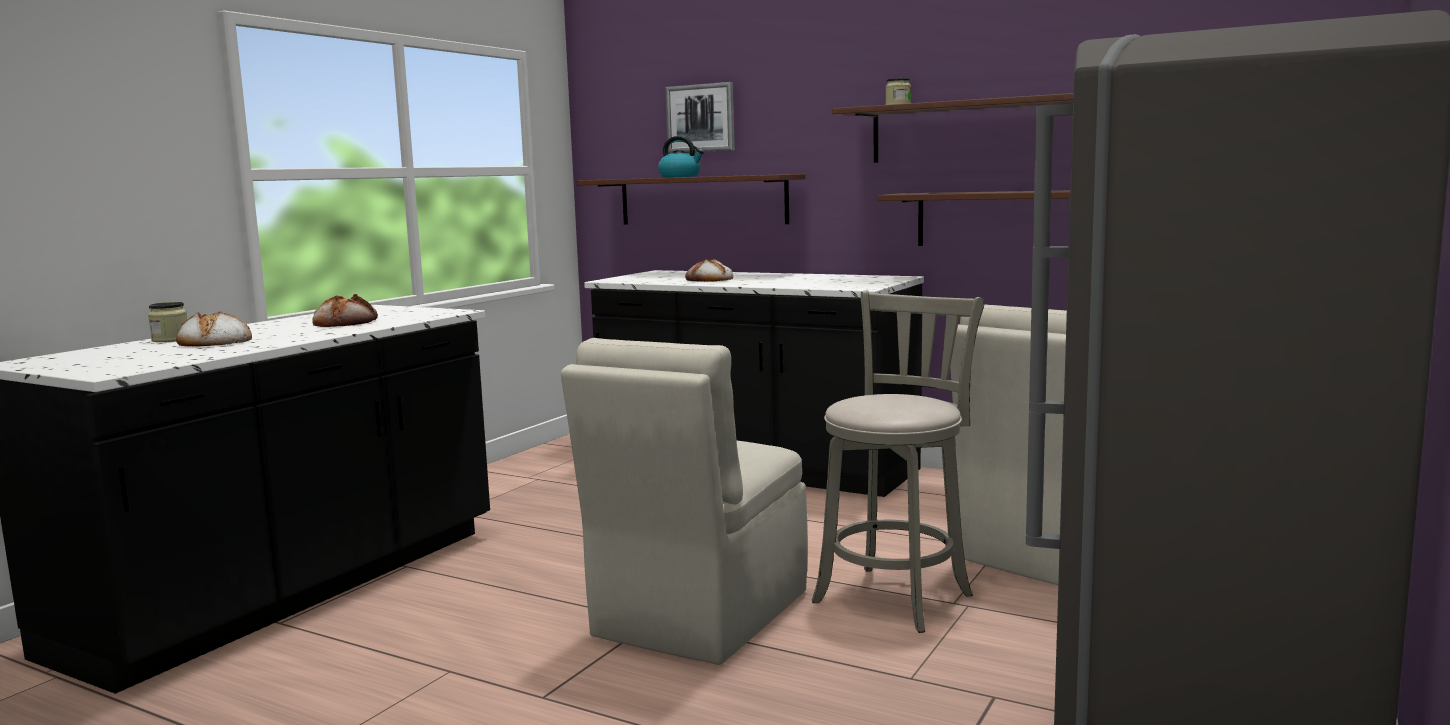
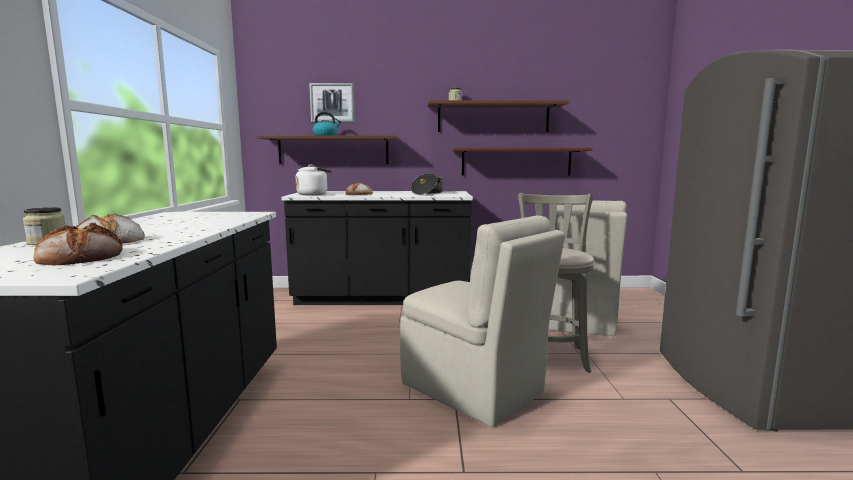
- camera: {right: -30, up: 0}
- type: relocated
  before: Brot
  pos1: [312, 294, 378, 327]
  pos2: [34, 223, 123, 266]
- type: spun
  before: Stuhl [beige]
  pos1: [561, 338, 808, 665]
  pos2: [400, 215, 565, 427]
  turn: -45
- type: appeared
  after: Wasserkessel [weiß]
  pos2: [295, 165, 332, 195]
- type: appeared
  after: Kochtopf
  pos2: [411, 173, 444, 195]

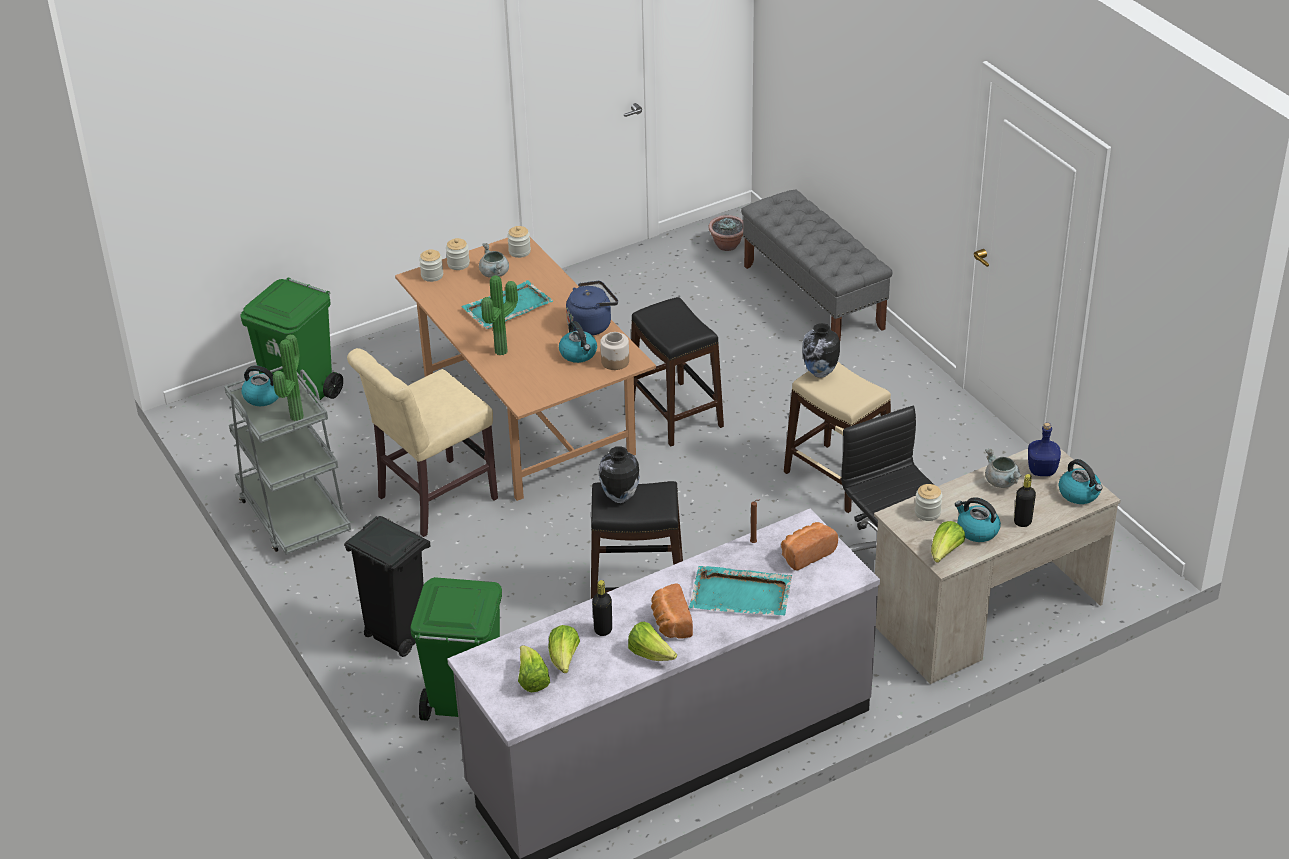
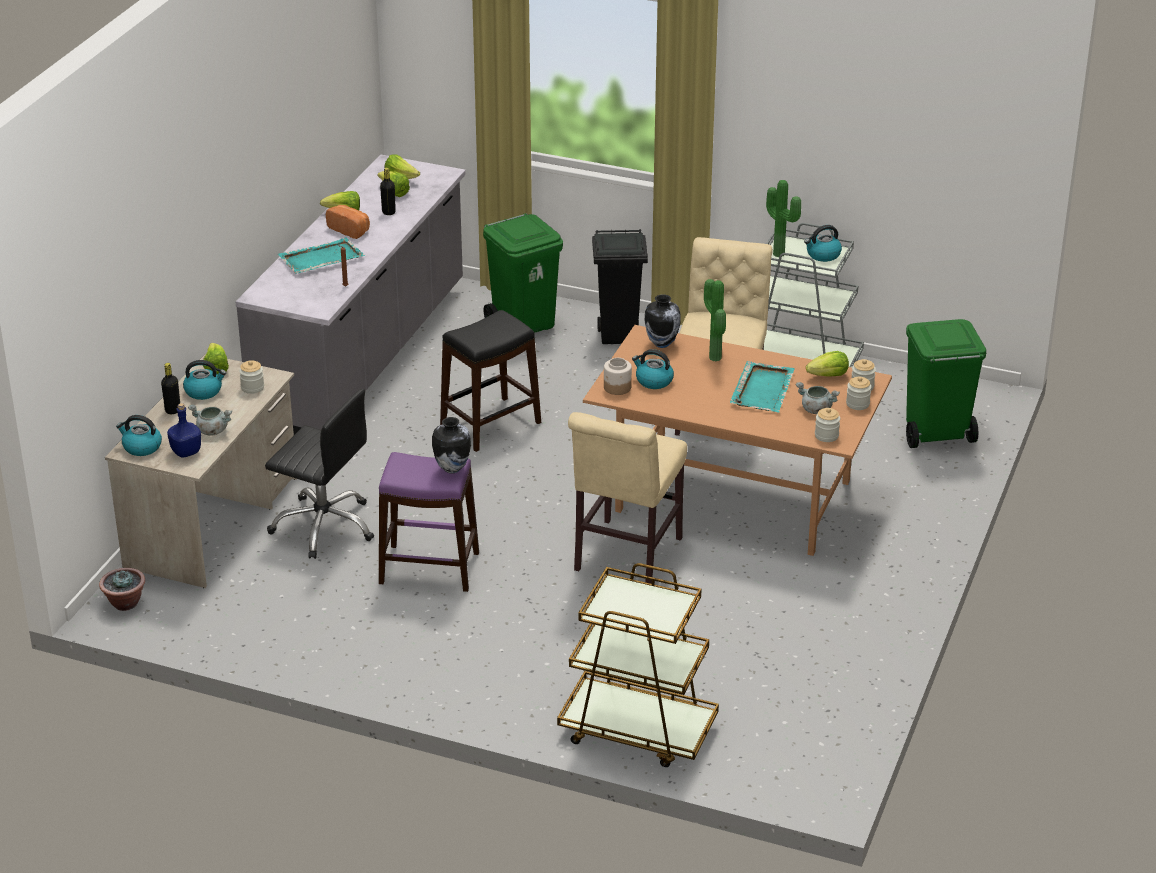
- camera: {right: 140, up: -5}
- type: missing
  before: Wasserkessel [blau]
  pos1: [566, 281, 618, 336]
- type: relocated
  before: Vase
  pos1: [599, 446, 640, 503]
  pos2: [645, 294, 681, 348]
- type: exchanged
  before: Hocker [schwarz]
  after: Stuhl [beige]
  pos1: [631, 297, 724, 447]
  pos2: [568, 412, 687, 584]
- type: relocated
  before: Topfpflanze
  pos1: [709, 215, 743, 251]
  pos2: [99, 568, 145, 611]
- type: exchanged
  before: Bank [grau]
  after: Rollwagen [braun]
  pos1: [741, 189, 893, 340]
  pos2: [557, 563, 719, 767]
- type: missing
  before: Brot
  pos1: [781, 522, 838, 571]
- type: colour
  before: Hocker [beige]
  after: Hocker [lila]
  pos1: [784, 362, 891, 513]
  pos2: [379, 452, 479, 592]
- type: appeared
  after: Salatkopf
  pos2: [806, 351, 849, 377]

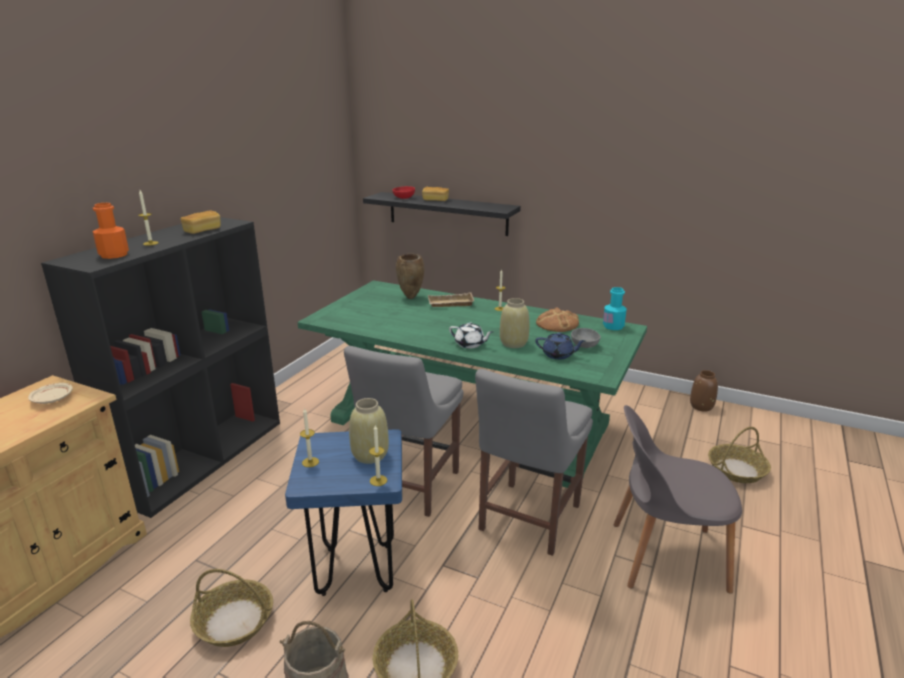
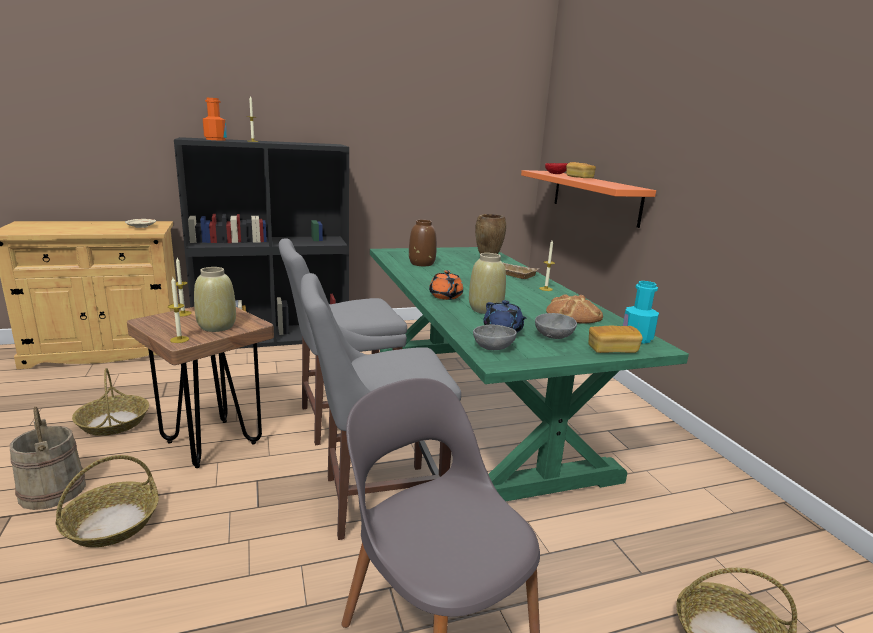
- camera: {right: 45, up: -5}
- type: relocated
  before: Brot
  pos1: [181, 210, 221, 234]
  pos2: [588, 325, 643, 353]
- type: colour
  before: Hocker [blau]
  after: Hocker [braun]
  pos1: [285, 429, 402, 596]
  pos2: [127, 307, 274, 468]
- type: colour
  before: Wandregal [schwarz]
  after: Wandregal [orange]
  pos1: [363, 192, 521, 236]
  pos2: [521, 170, 656, 228]
- type: colour
  before: Teekanne [weiß]
  after: Teekanne [orange]
  pos1: [449, 322, 493, 349]
  pos2: [429, 270, 463, 300]
- type: relocated
  before: Vase [braun]
  pos1: [690, 370, 718, 412]
  pos2: [409, 220, 437, 266]
- type: appeared
  after: Schüssel [grau]
  pos2: [473, 324, 517, 350]

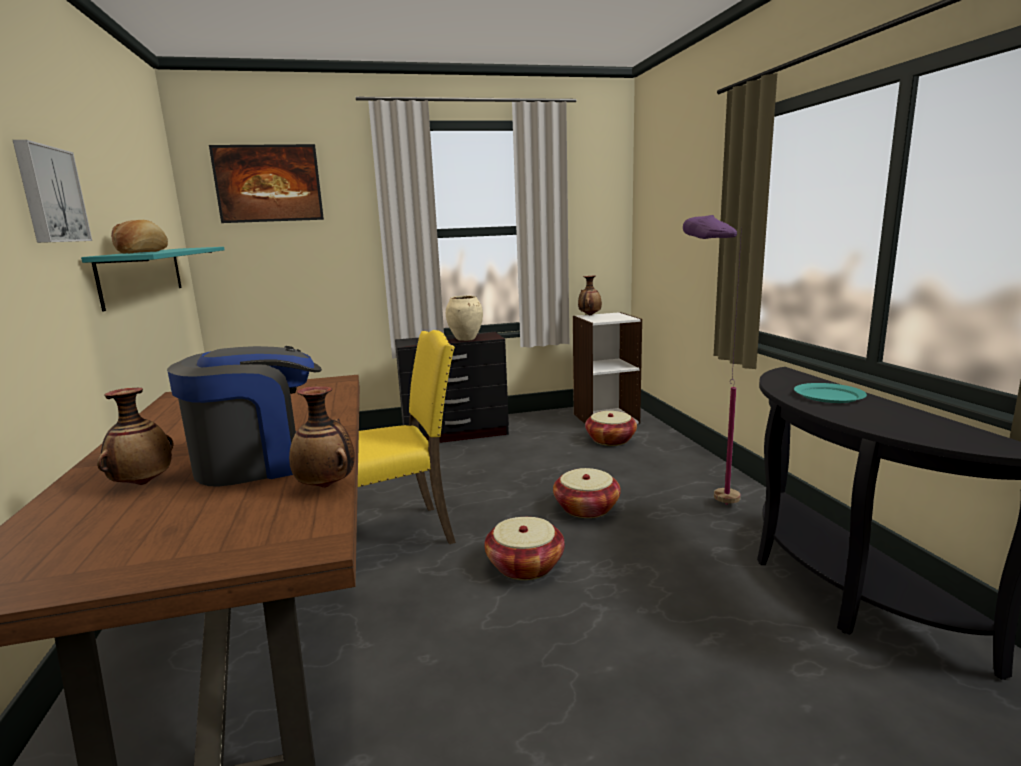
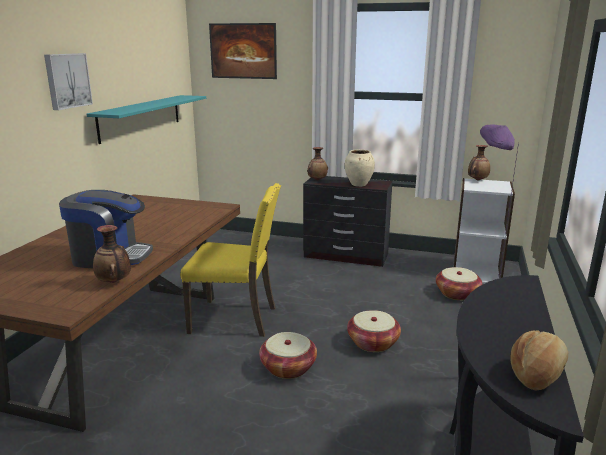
- camera: {right: 30, up: 5}
- type: relocated
  before: Vase
  pos1: [97, 388, 174, 485]
  pos2: [307, 147, 328, 180]
- type: relocated
  before: Brot
  pos1: [111, 220, 168, 254]
  pos2: [511, 330, 568, 391]
- type: missing
  before: Teller [türkis]
  pos1: [794, 383, 867, 403]

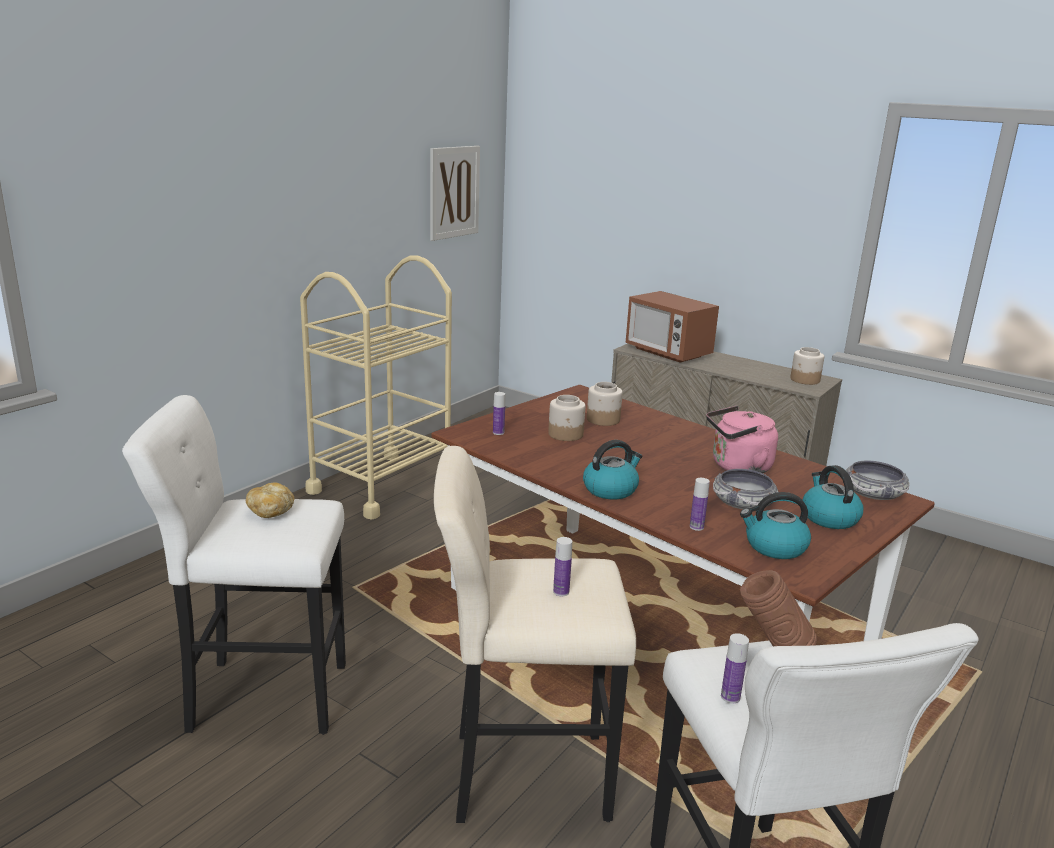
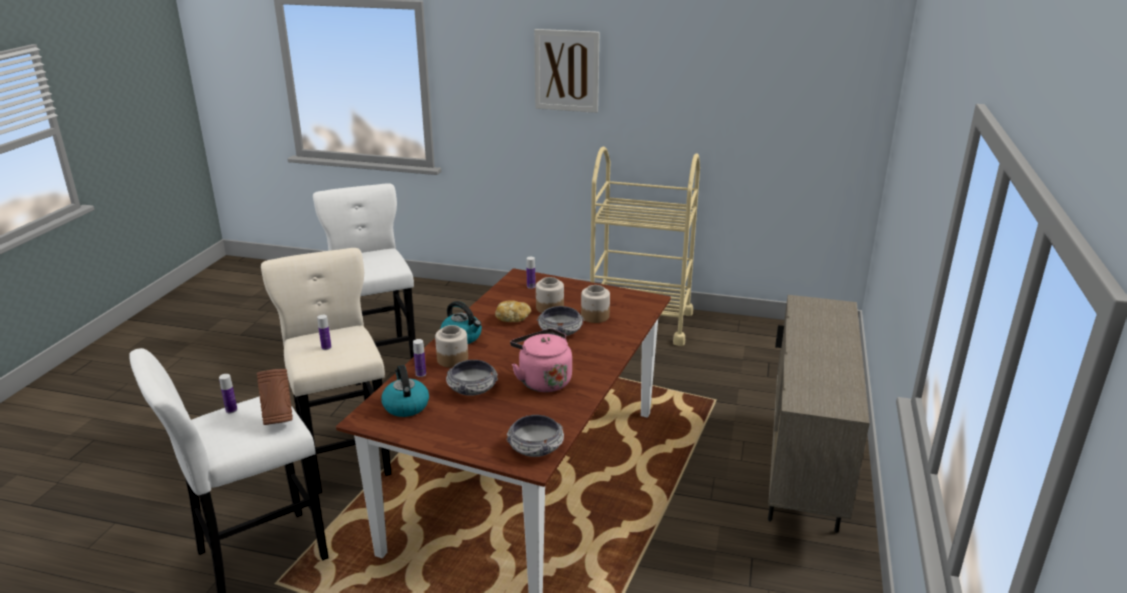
- camera: {right: 70, up: 5}
- type: relocated
  before: Brot
  pos1: [246, 482, 294, 518]
  pos2: [495, 300, 531, 322]
- type: relocated
  before: Bild
  pos1: [430, 146, 480, 241]
  pos2: [534, 29, 599, 113]
- type: missing
  before: Mikrowelle
  pos1: [626, 291, 719, 363]
- type: relocated
  before: Vorratsglas
  pos1: [790, 347, 824, 385]
  pos2: [435, 325, 468, 368]
- type: missing
  before: Wasserkessel
  pos1: [803, 465, 864, 529]
- type: appeared
  after: Schüssel
  pos2: [537, 306, 584, 336]

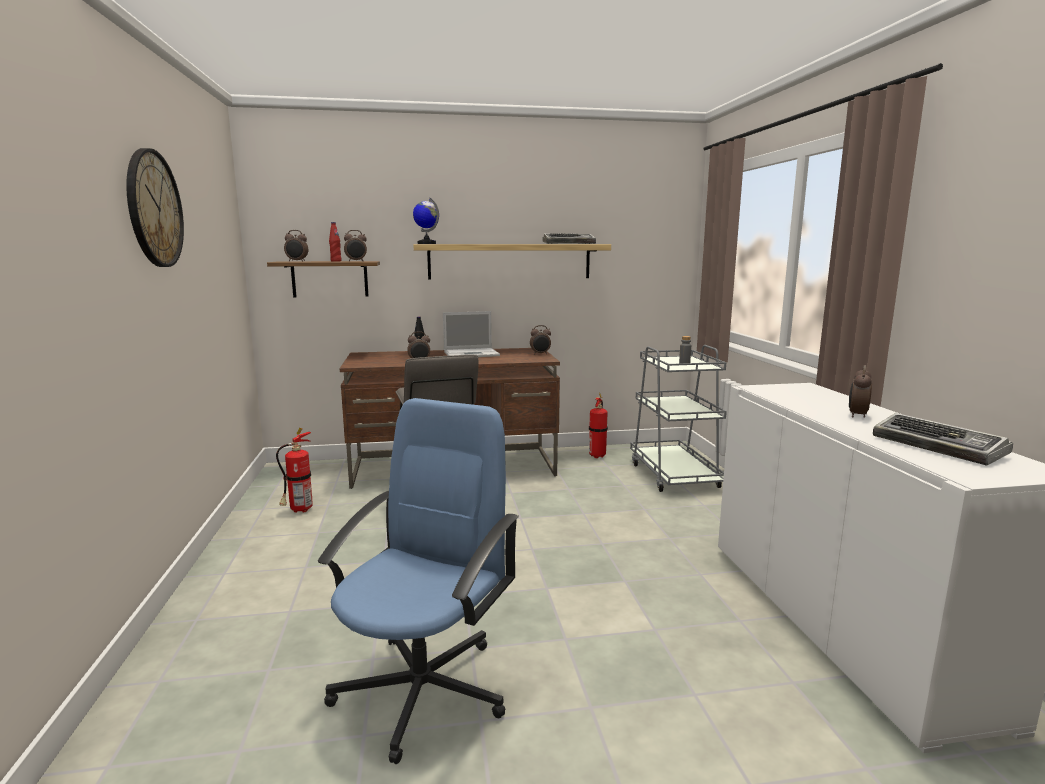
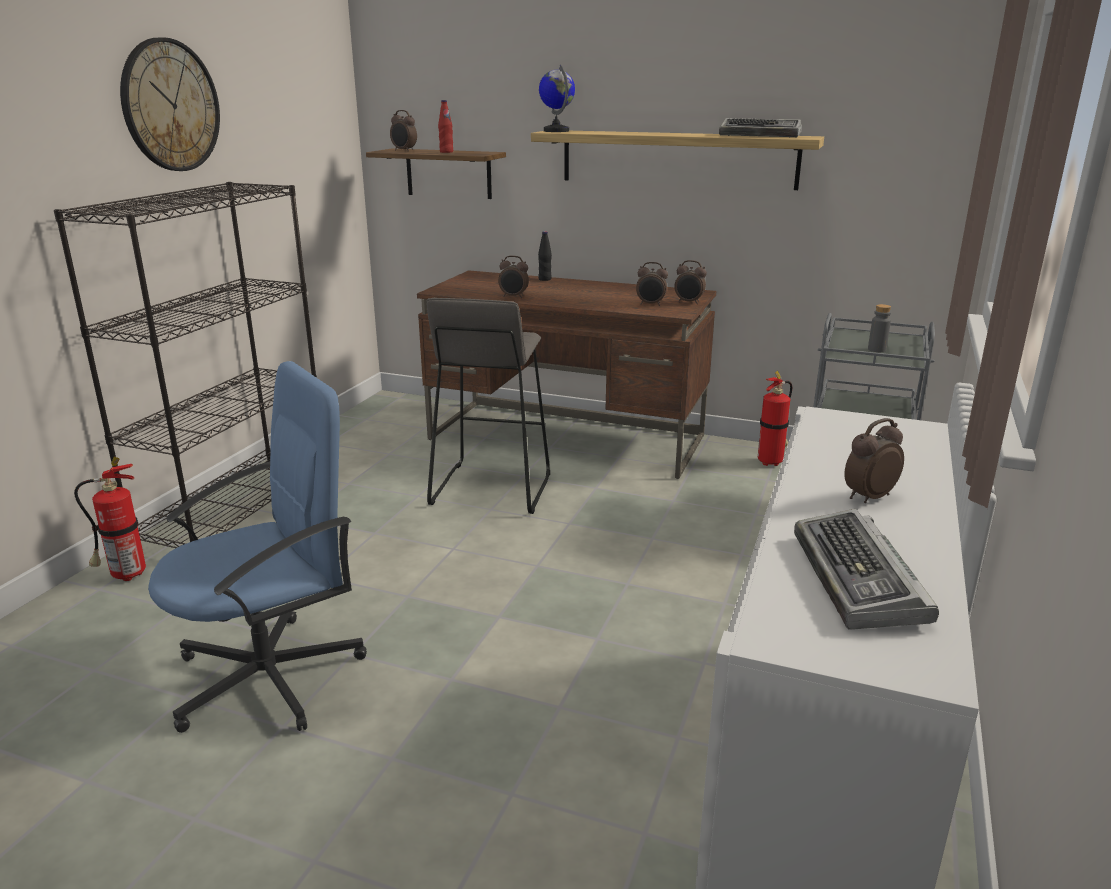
- camera: {right: 30, up: 10}
- type: relocated
  before: Feuerlöscher
  pos1: [276, 428, 313, 513]
  pos2: [74, 457, 146, 581]
- type: relocated
  before: Wecker
  pos1: [344, 230, 367, 261]
  pos2: [636, 262, 668, 306]
- type: missing
  before: Laptop
  pos1: [443, 311, 500, 357]
- type: appeared
  after: Bücherregal [schwarz]
  pos2: [54, 182, 317, 548]

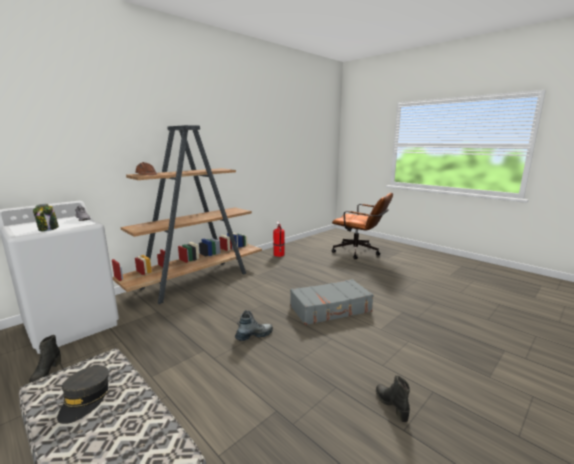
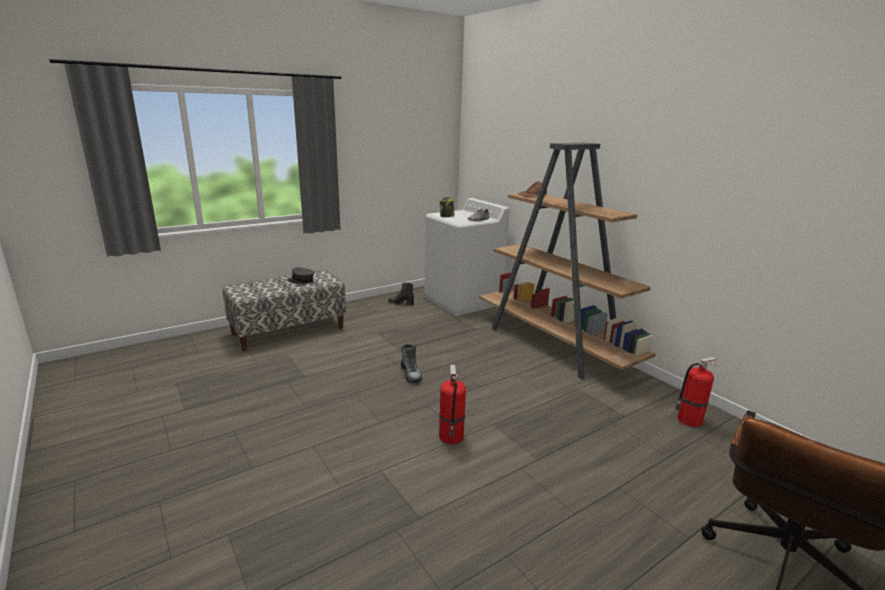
- camera: {right: 100, up: 5}
- type: exchanged
  before: Koffer [grau]
  after: Feuerlöscher
  pos1: [290, 279, 374, 325]
  pos2: [439, 365, 466, 444]
- type: missing
  before: Stiefel [schwarz]
  pos1: [376, 375, 410, 422]

